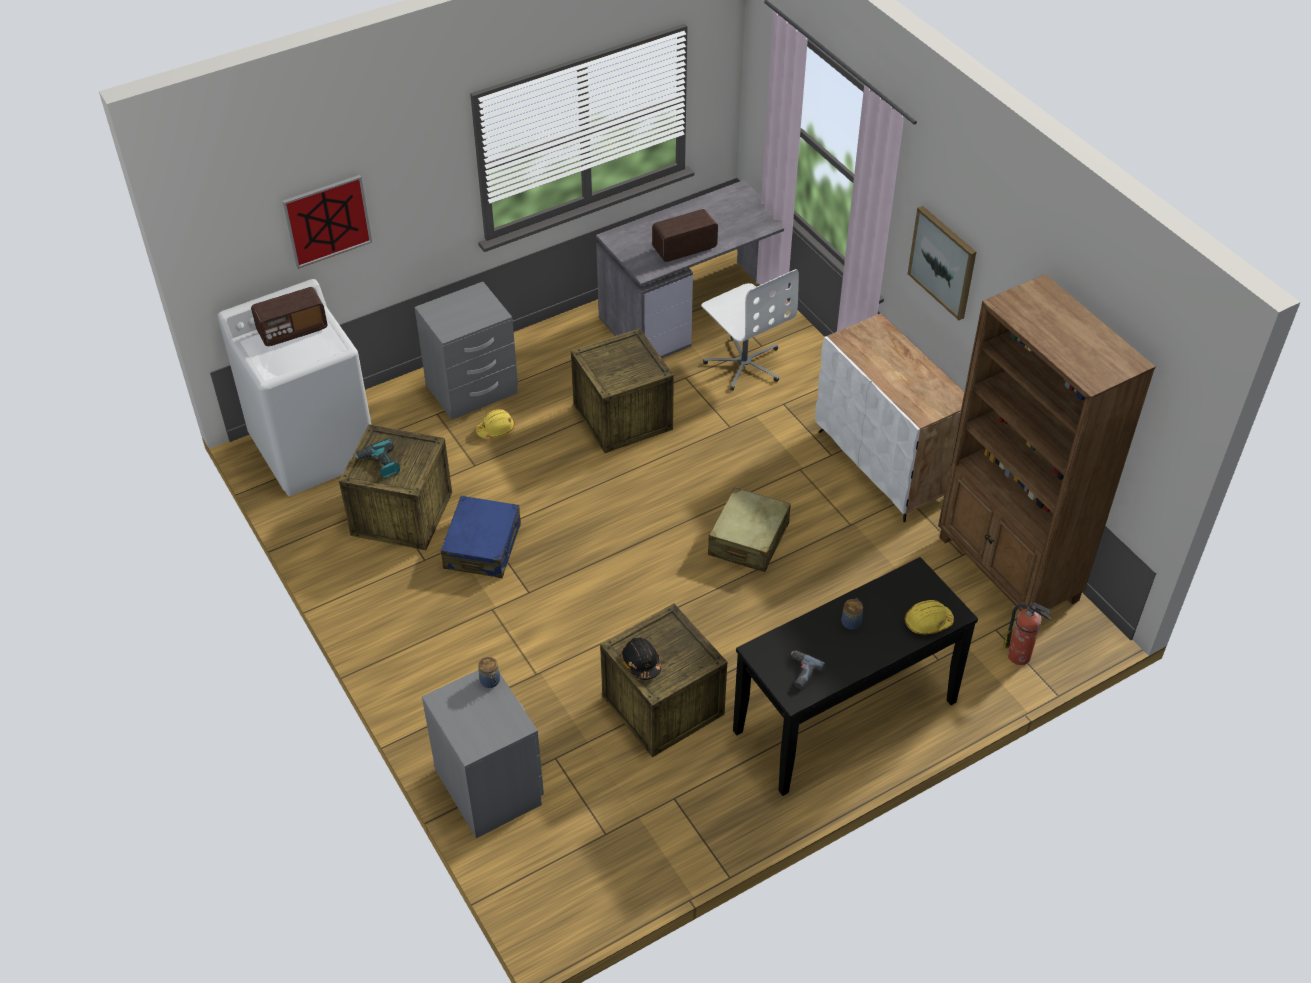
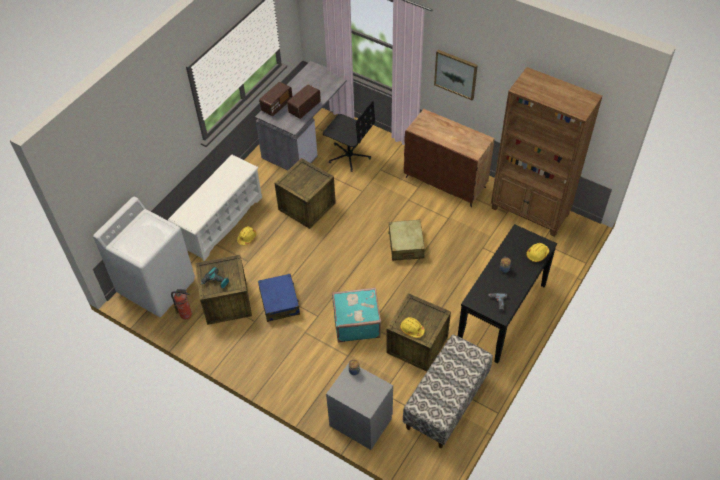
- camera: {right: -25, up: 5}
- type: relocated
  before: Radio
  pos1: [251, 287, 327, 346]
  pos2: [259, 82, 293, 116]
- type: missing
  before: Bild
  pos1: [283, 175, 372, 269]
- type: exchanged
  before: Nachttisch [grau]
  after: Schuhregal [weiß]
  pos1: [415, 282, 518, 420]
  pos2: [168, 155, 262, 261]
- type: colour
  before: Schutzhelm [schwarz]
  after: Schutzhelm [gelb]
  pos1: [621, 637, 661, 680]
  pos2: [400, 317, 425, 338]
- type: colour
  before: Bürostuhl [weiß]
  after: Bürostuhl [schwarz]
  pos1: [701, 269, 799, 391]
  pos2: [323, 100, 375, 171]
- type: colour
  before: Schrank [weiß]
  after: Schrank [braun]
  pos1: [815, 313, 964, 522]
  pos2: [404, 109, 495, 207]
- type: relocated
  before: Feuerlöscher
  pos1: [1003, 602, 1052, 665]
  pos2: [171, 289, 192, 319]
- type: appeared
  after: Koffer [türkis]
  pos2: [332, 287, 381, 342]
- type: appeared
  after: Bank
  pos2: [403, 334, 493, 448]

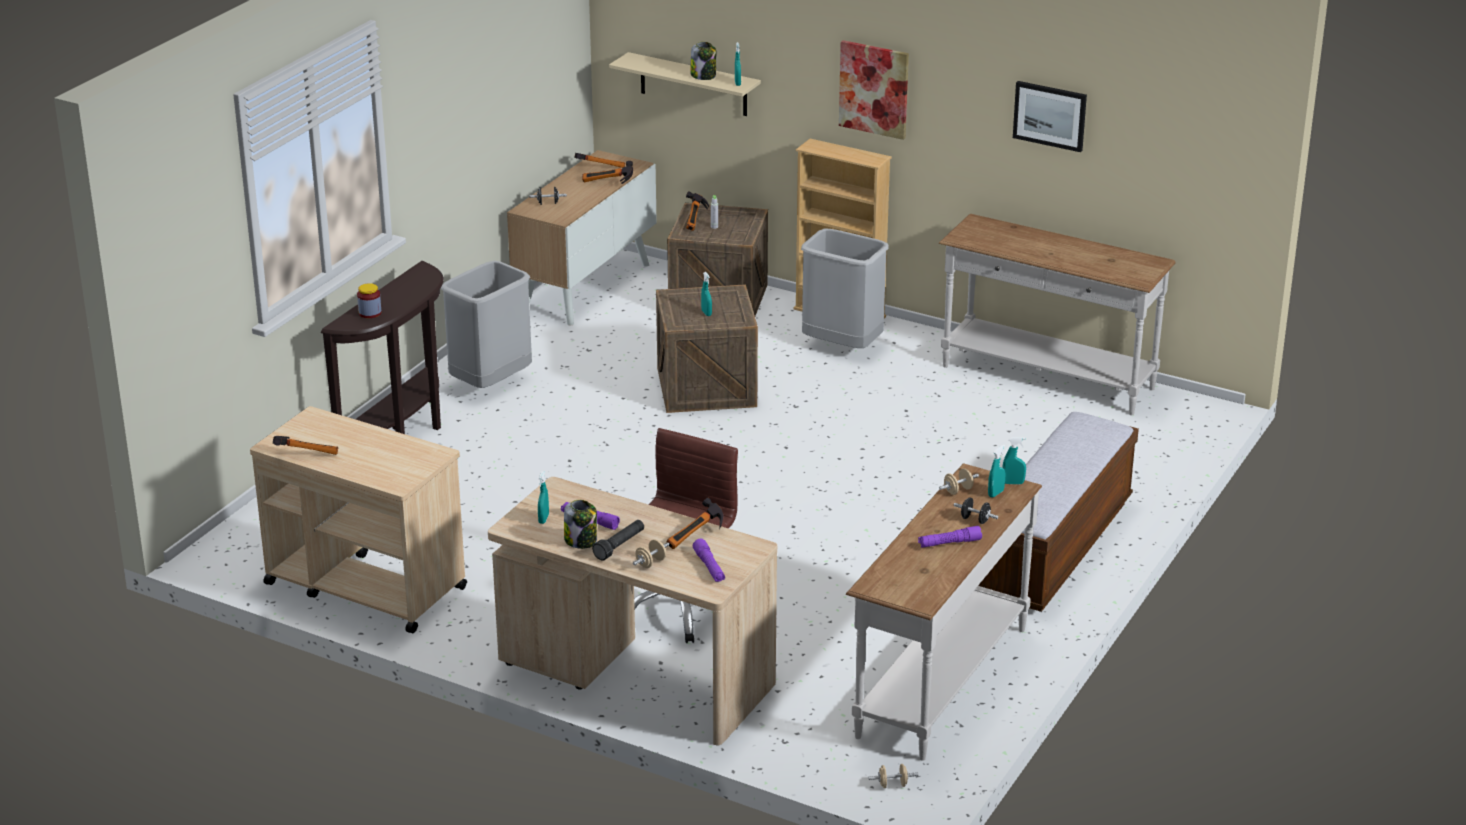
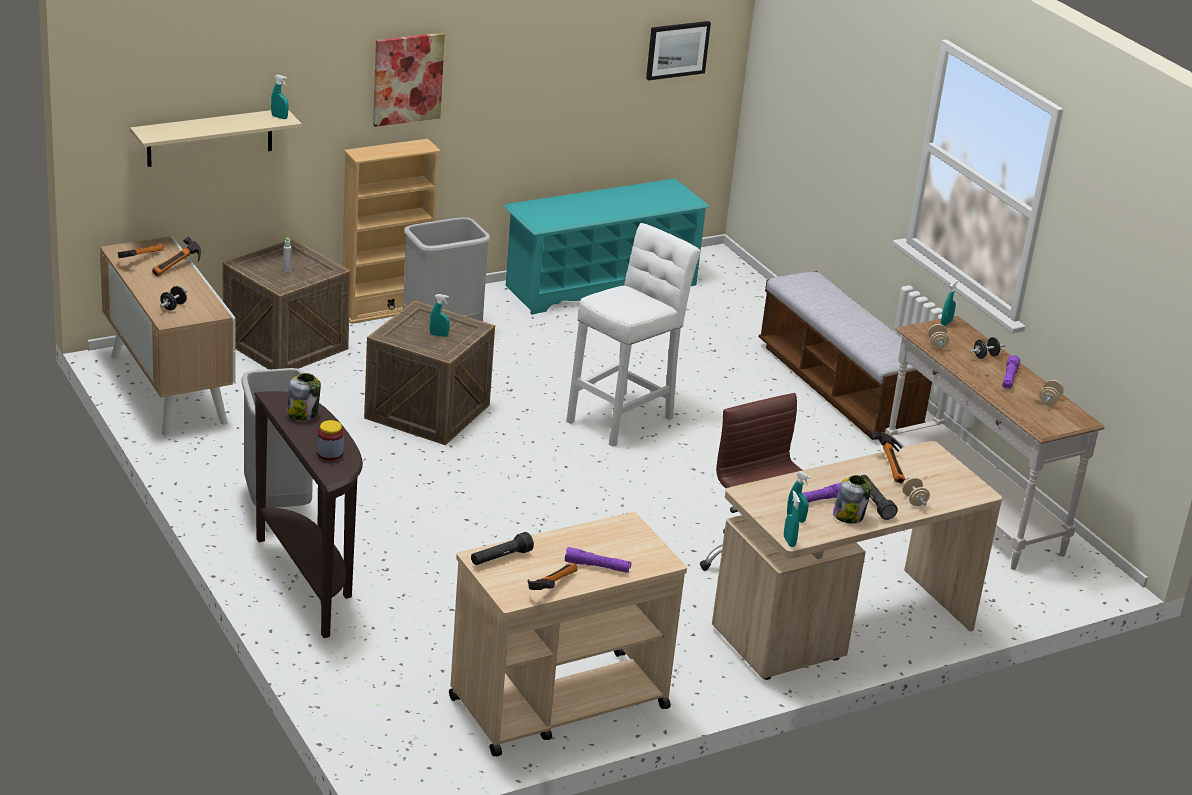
- camera: {right: -60, up: 0}
- type: missing
  before: Hammer
  pos1: [686, 191, 709, 231]
- type: relocated
  before: Vorratsglas
  pos1: [690, 42, 717, 80]
  pos2: [286, 373, 321, 420]
- type: relocated
  before: Taschenlampe [lila]
  pos1: [693, 539, 725, 582]
  pos2: [565, 547, 631, 573]
- type: relocated
  before: Hantel [beige]
  pos1: [869, 764, 918, 788]
  pos2: [1039, 380, 1064, 405]
- type: exchanged
  before: Konsolentisch [weiß]
  after: Schuhregal [türkis]
  pos1: [939, 214, 1176, 415]
  pos2: [504, 179, 710, 315]
- type: relocated
  before: Sprühflasche [türkis]
  pos1: [988, 445, 1005, 498]
  pos2: [784, 491, 800, 547]
- type: relocated
  before: Bild
  pos1: [1013, 81, 1087, 152]
  pos2: [646, 21, 711, 80]
- type: appeared
  after: Taschenlampe [schwarz]
  pos2: [471, 532, 534, 565]
- type: appeared
  after: Hocker [weiß]
  pos2: [566, 223, 700, 447]

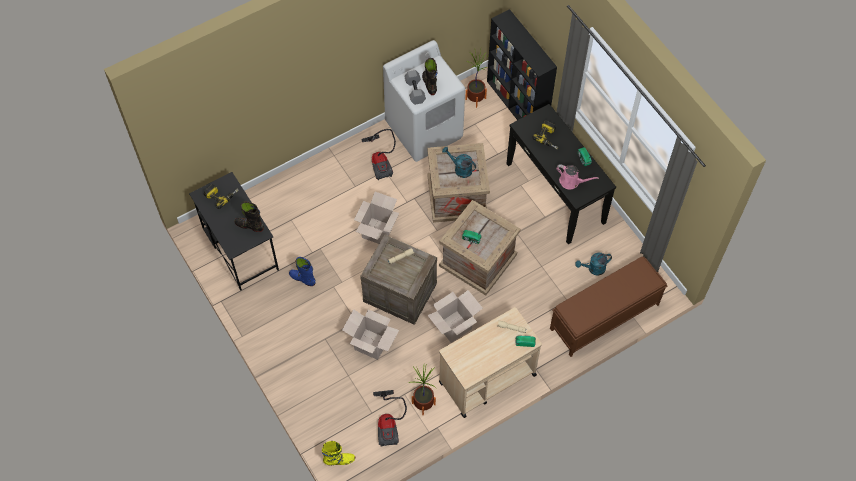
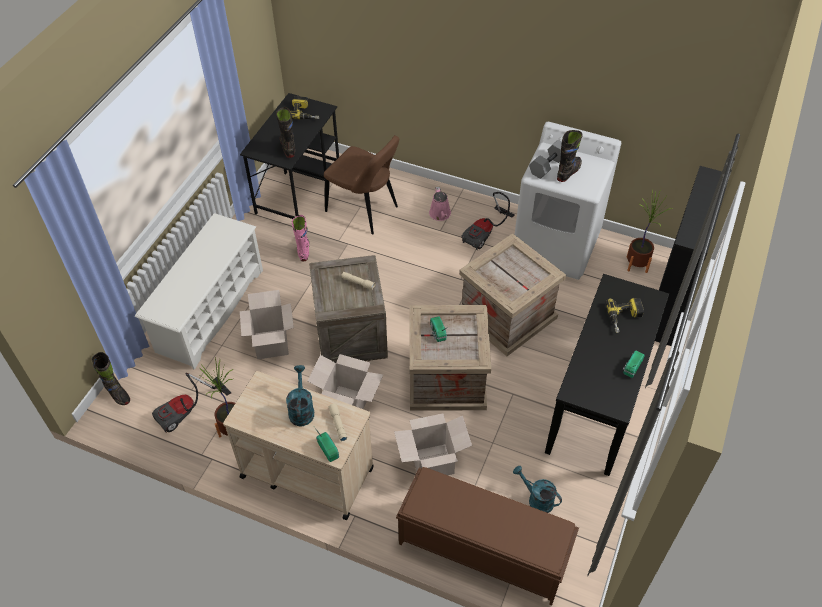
- camera: {right: 55, up: -10}
- type: colour
  before: Stiefel [blau]
  after: Stiefel [rosa]
  pos1: [289, 257, 315, 286]
  pos2: [292, 215, 309, 261]
- type: colour
  before: Stiefel [gelb]
  after: Stiefel [schwarz]
  pos1: [322, 441, 355, 465]
  pos2: [91, 352, 130, 405]
- type: relocated
  before: Karton
  pos1: [354, 192, 399, 244]
  pos2: [394, 413, 472, 475]
- type: relocated
  before: Gießkanne [türkis]
  pos1: [442, 147, 476, 178]
  pos2: [286, 365, 314, 426]
- type: relocated
  before: Gießkanne [rosa]
  pos1: [556, 164, 599, 189]
  pos2: [429, 187, 451, 221]
- type: appeared
  after: Schuhregal [weiß]
  pos2: [135, 213, 263, 370]
- type: appeared
  after: Stuhl [braun]
  pos2: [324, 135, 399, 235]

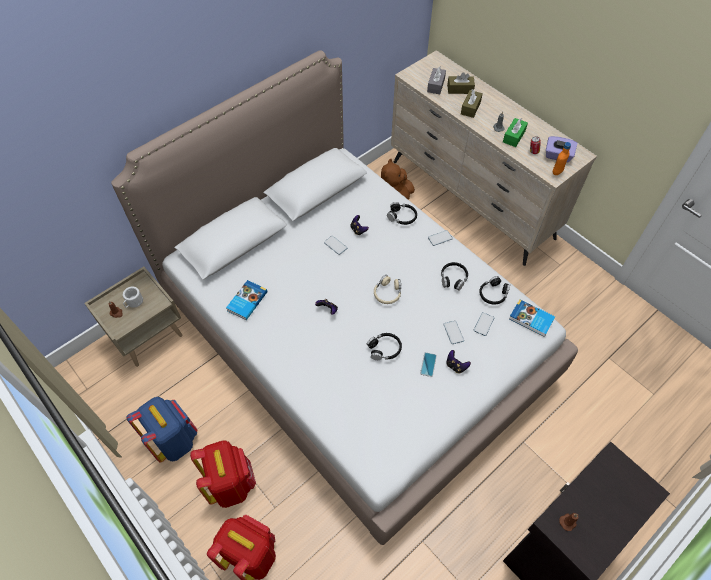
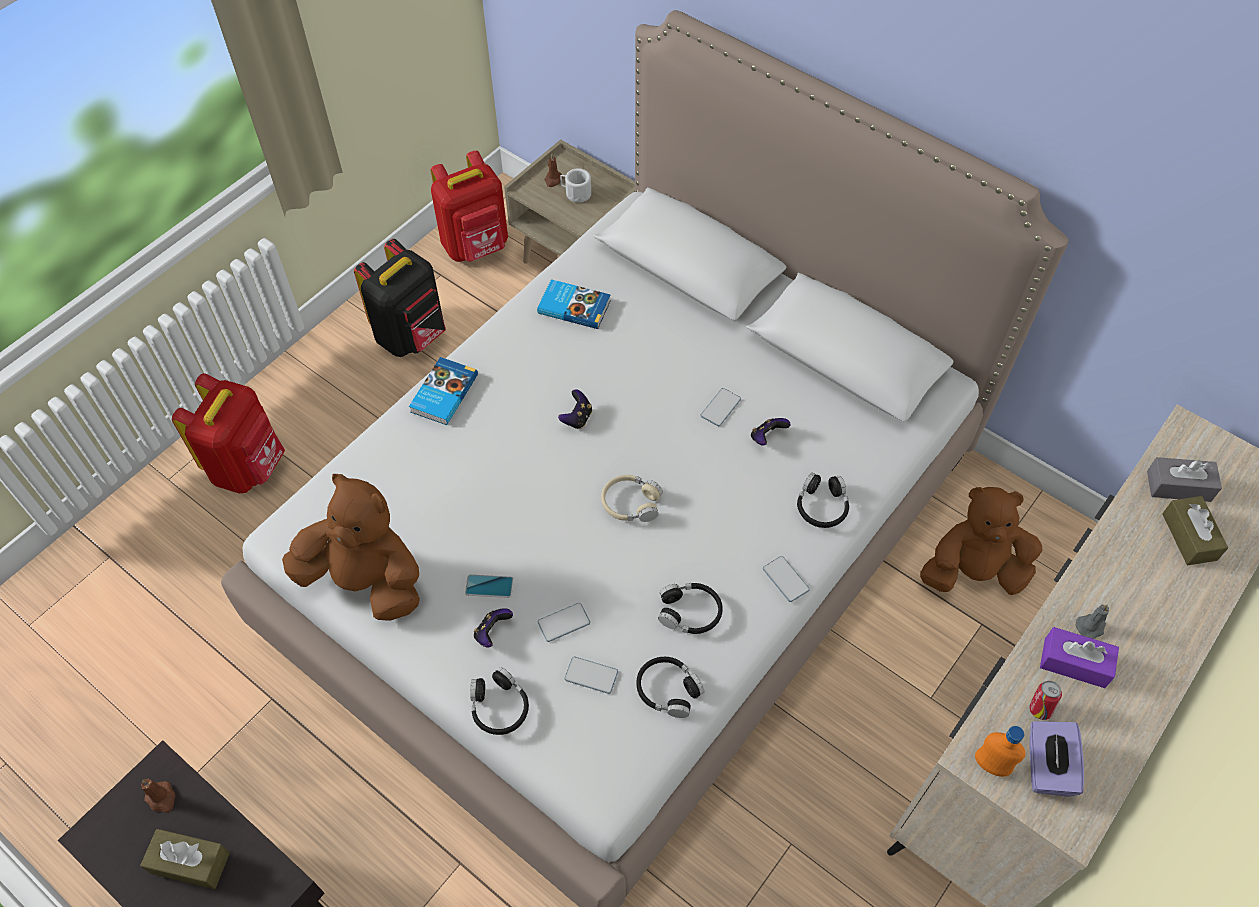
- camera: {right: 80, up: 0}
- type: colour
  before: Rucksack [blau]
  after: Rucksack [schwarz]
  pos1: [127, 397, 198, 463]
  pos2: [354, 239, 446, 357]
- type: relocated
  before: Rucksack [rot]
  pos1: [190, 440, 256, 508]
  pos2: [431, 151, 508, 262]
- type: relocated
  before: Kopfhörer [schwarz]
  pos1: [367, 333, 402, 360]
  pos2: [470, 667, 529, 735]
- type: relocated
  before: Taschentuchbox [braun]
  pos1: [461, 89, 483, 118]
  pos2: [140, 829, 230, 889]
- type: colour
  before: Taschentuchbox [grün]
  after: Taschentuchbox [lila]
  pos1: [503, 118, 528, 147]
  pos2: [1040, 627, 1119, 688]
- type: relocated
  before: Buch
  pos1: [509, 299, 555, 337]
  pos2: [409, 357, 478, 425]
- type: appeared
  after: Plüschtier [braun]
  pos2: [282, 474, 420, 621]

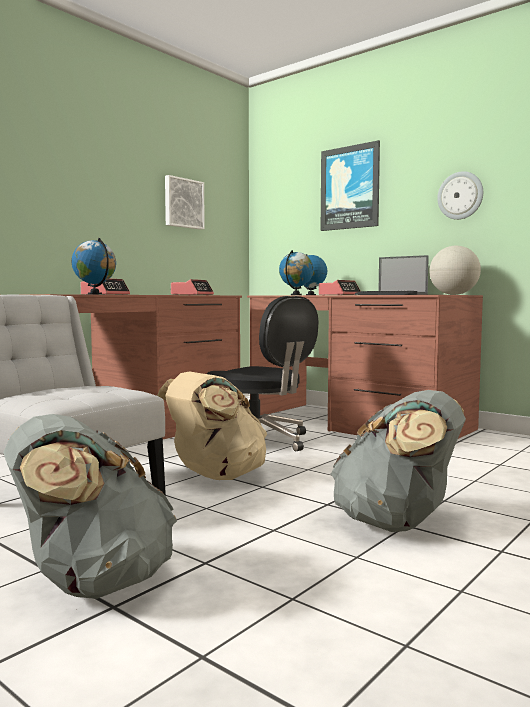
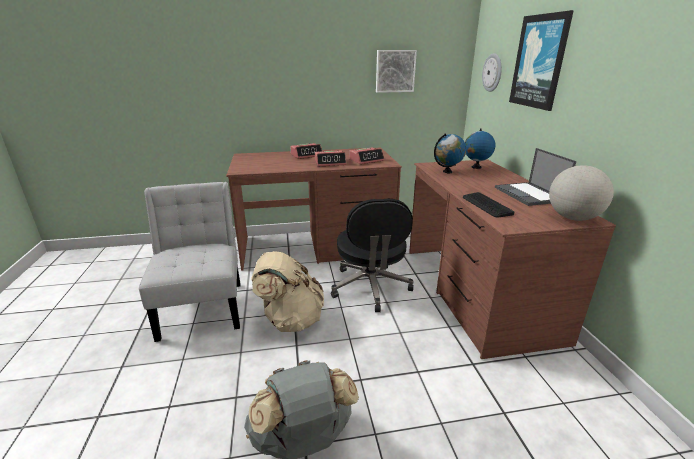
- camera: {right: 40, up: 20}
- type: missing
  before: Rucksack [grau]
  pos1: [3, 414, 177, 599]
- type: missing
  before: Globus
  pos1: [71, 238, 116, 294]
- type: relocated
  before: Wecker
  pos1: [319, 280, 360, 295]
  pos2: [315, 151, 347, 166]
- type: relocated
  before: Wanduhr
  pos1: [437, 171, 483, 220]
  pos2: [482, 53, 502, 92]

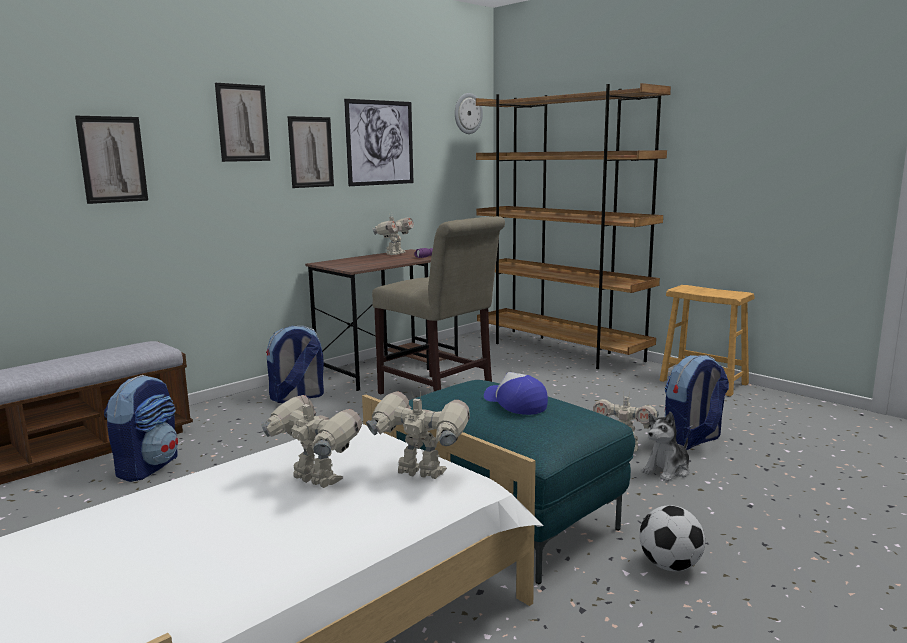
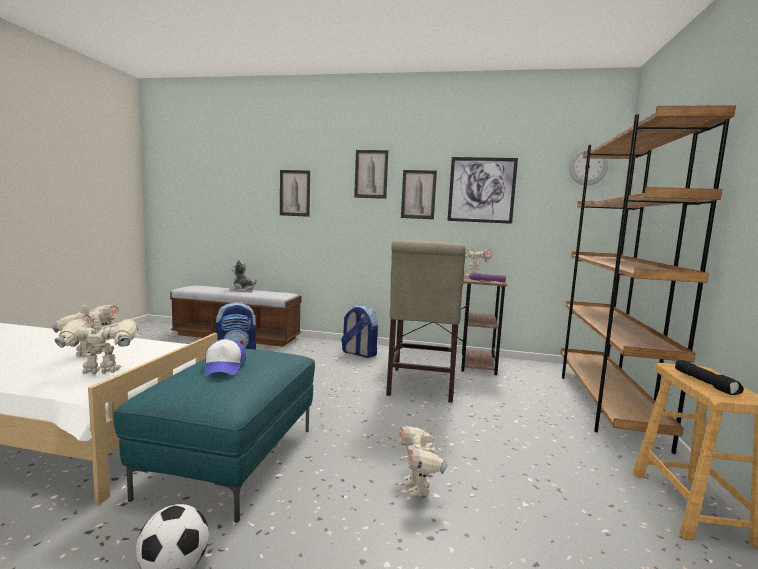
- camera: {right: 55, up: -5}
- type: spun
  before: Spielzeugroboter
  pos1: [366, 391, 470, 479]
  pos2: [54, 314, 138, 374]
  turn: -90
- type: spun
  before: Kappe
  pos1: [484, 372, 548, 415]
  pos2: [205, 339, 246, 376]
  turn: 150
- type: relocated
  before: Plüschtier
  pos1: [642, 412, 690, 482]
  pos2: [229, 260, 257, 292]
- type: missing
  before: Rucksack
  pos1: [665, 355, 729, 450]
- type: appeared
  after: Taschenlampe [schwarz]
  pos2: [675, 360, 744, 395]

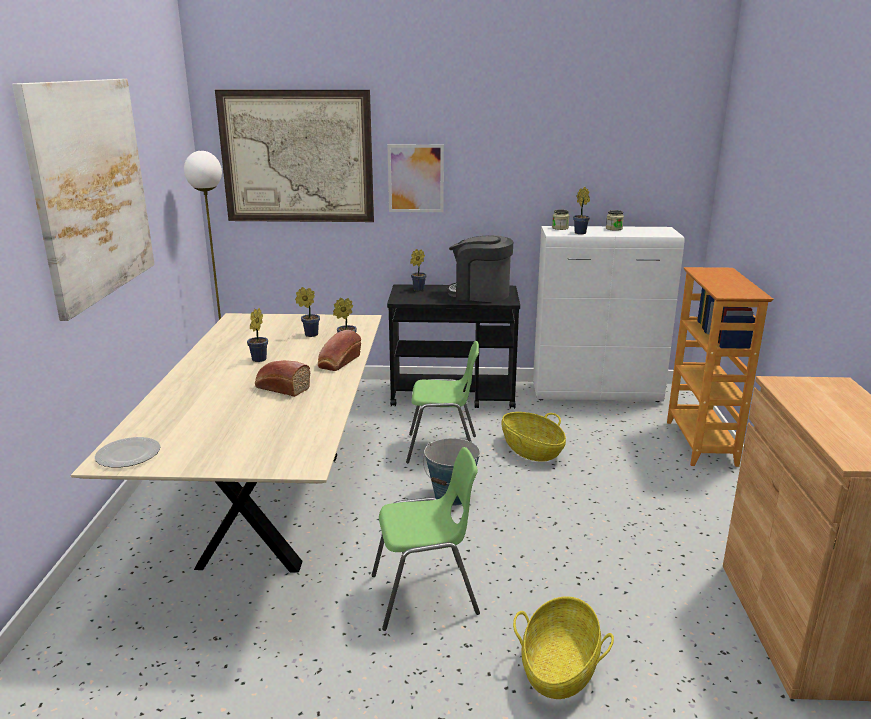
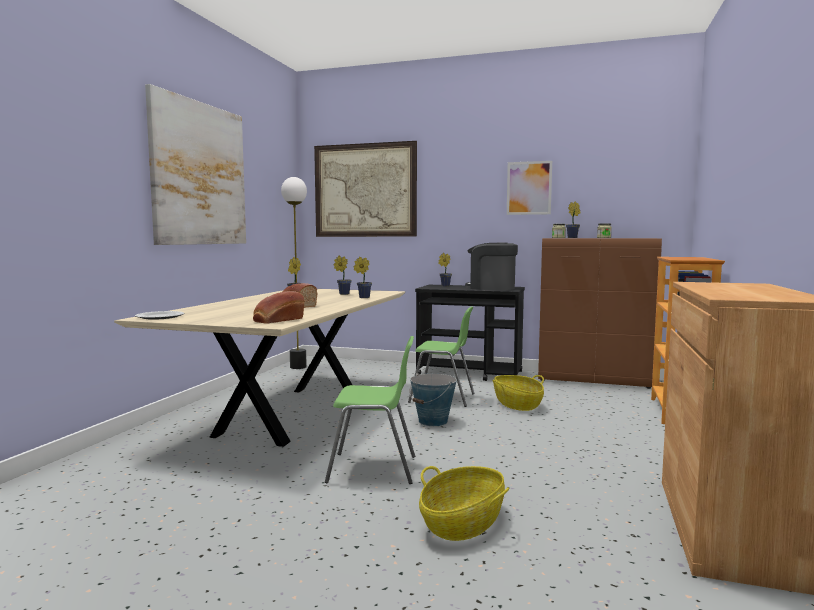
- camera: {right: 15, up: -15}
- type: relocated
  before: Brot
  pos1: [318, 330, 361, 371]
  pos2: [253, 291, 304, 324]
- type: relocated
  before: Bild
  pos1: [387, 144, 444, 212]
  pos2: [507, 161, 552, 215]
- type: colour
  before: Schrank [weiß]
  after: Schrank [braun]
  pos1: [533, 226, 685, 402]
  pos2: [538, 238, 662, 389]

